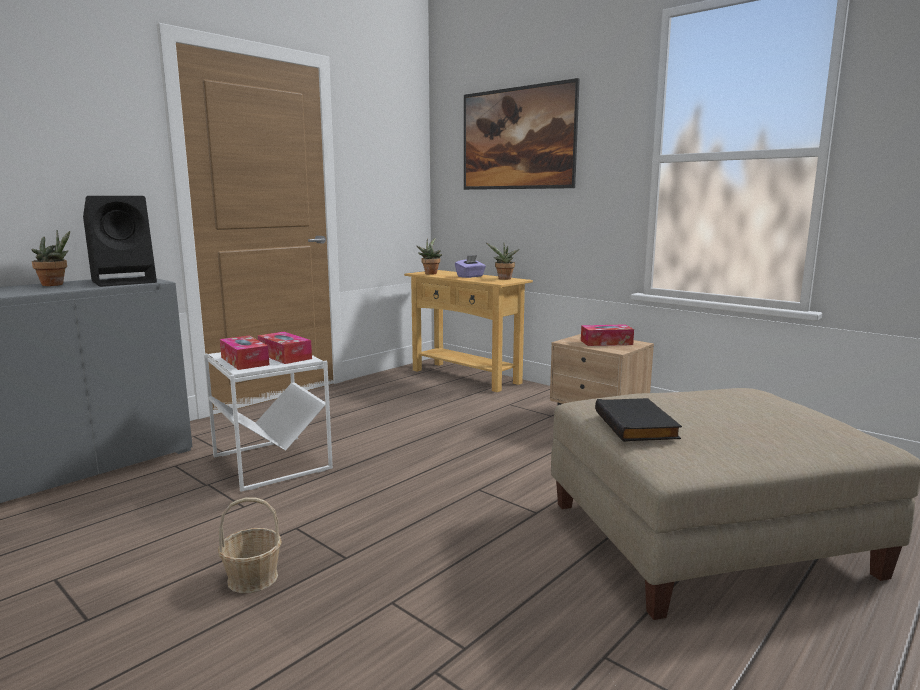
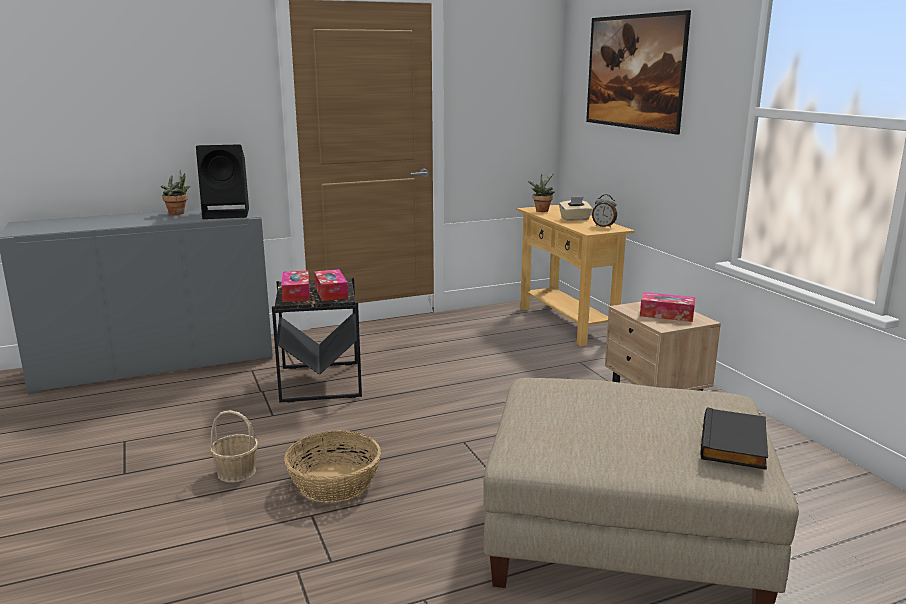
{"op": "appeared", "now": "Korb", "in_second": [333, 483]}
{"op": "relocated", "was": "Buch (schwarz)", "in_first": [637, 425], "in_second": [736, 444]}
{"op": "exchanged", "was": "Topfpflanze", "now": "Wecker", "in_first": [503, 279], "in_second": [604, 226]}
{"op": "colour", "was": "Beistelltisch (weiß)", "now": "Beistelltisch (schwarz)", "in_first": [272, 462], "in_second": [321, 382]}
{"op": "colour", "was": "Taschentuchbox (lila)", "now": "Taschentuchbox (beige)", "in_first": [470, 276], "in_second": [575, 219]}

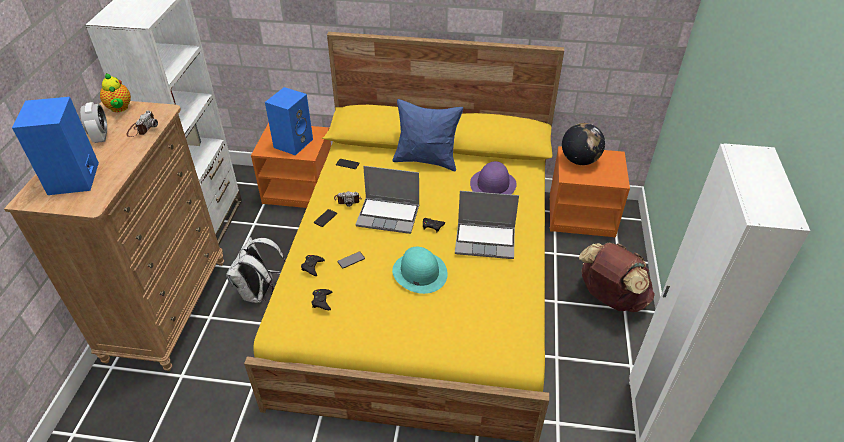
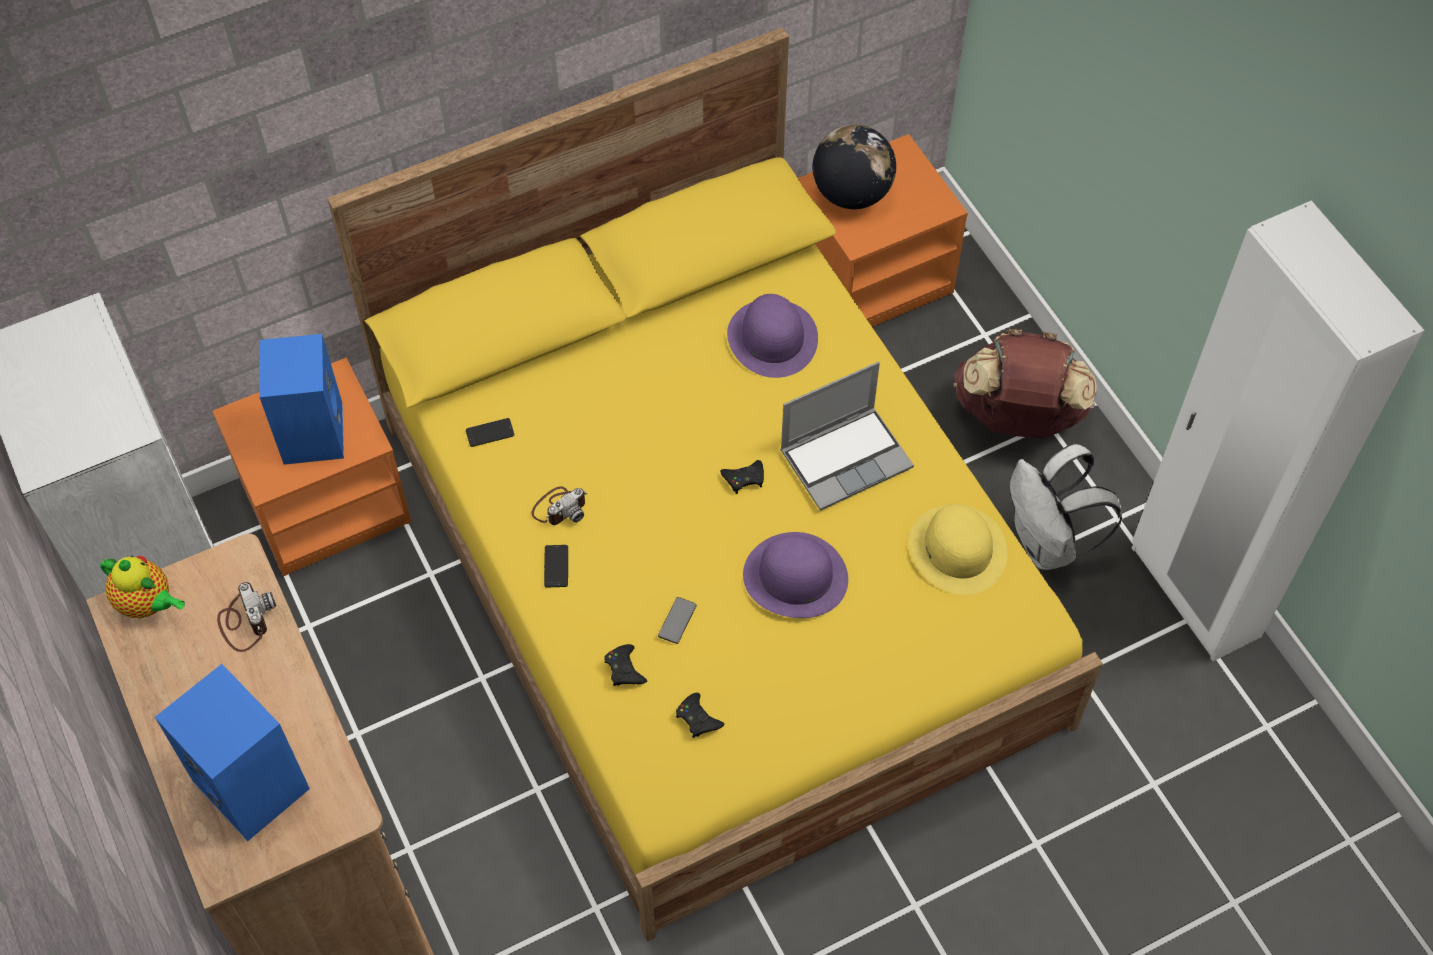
{"op": "missing", "was": "Wecker", "in_first": [101, 136]}
{"op": "missing", "was": "Laptop", "in_first": [389, 216]}
{"op": "missing", "was": "Kissen (blau)", "in_first": [426, 160]}
{"op": "appeared", "now": "Hut (gelb)", "in_second": [958, 549]}
{"op": "relocated", "was": "Rucksack (weiß)", "in_first": [259, 293], "in_second": [1048, 544]}
{"op": "colour", "was": "Hut (türkis)", "now": "Hut (lila)", "in_first": [419, 272], "in_second": [795, 577]}

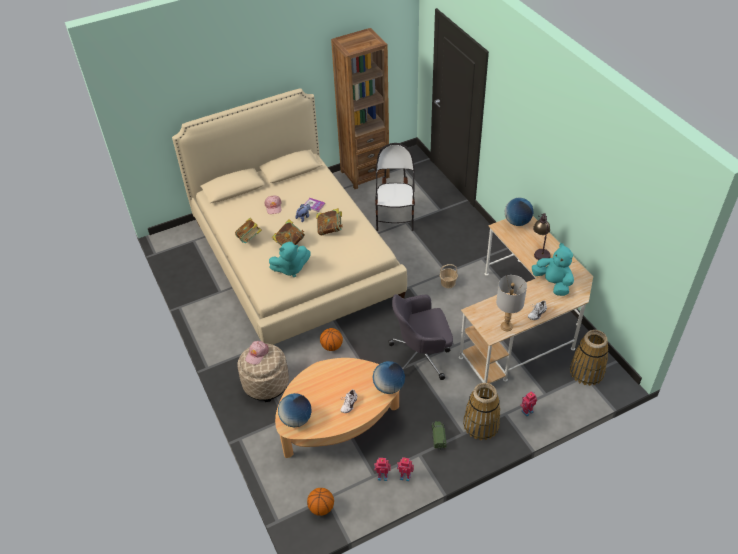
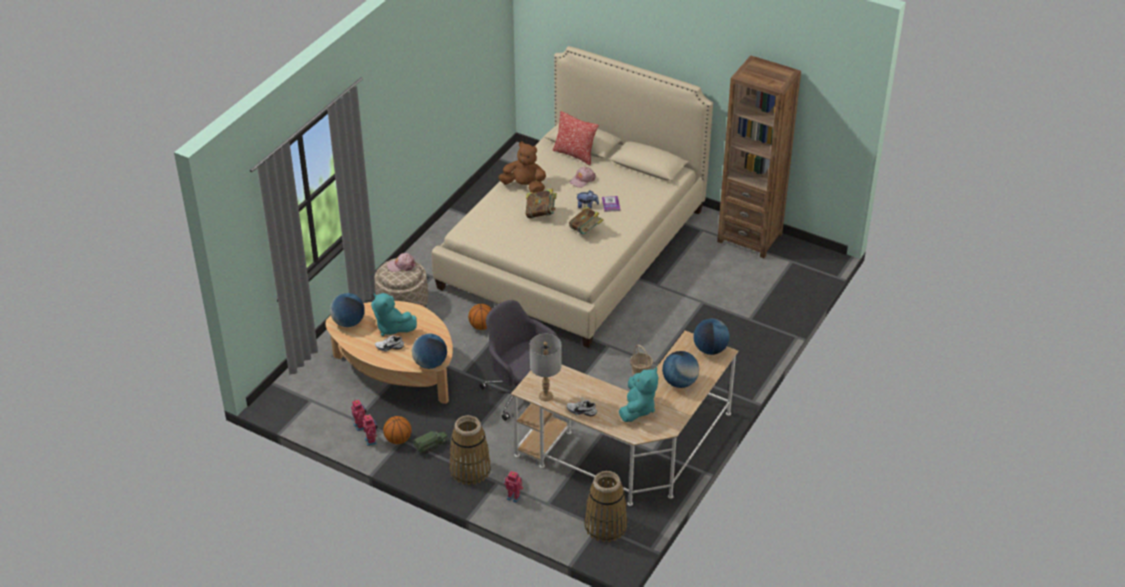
{"op": "missing", "was": "Stuhl", "in_first": [395, 218]}
{"op": "appeared", "now": "Kissen", "in_second": [574, 154]}
{"op": "relocated", "was": "Plüschtier (türkis)", "in_first": [291, 269], "in_second": [392, 328]}
{"op": "relocated", "was": "Basketball", "in_first": [321, 508], "in_second": [398, 439]}
{"op": "exchanged", "was": "Buch", "now": "Plüschtier (braun)", "in_first": [249, 239], "in_second": [524, 186]}
{"op": "exchanged", "was": "Tischlampe", "now": "Globus", "in_first": [540, 251], "in_second": [679, 382]}

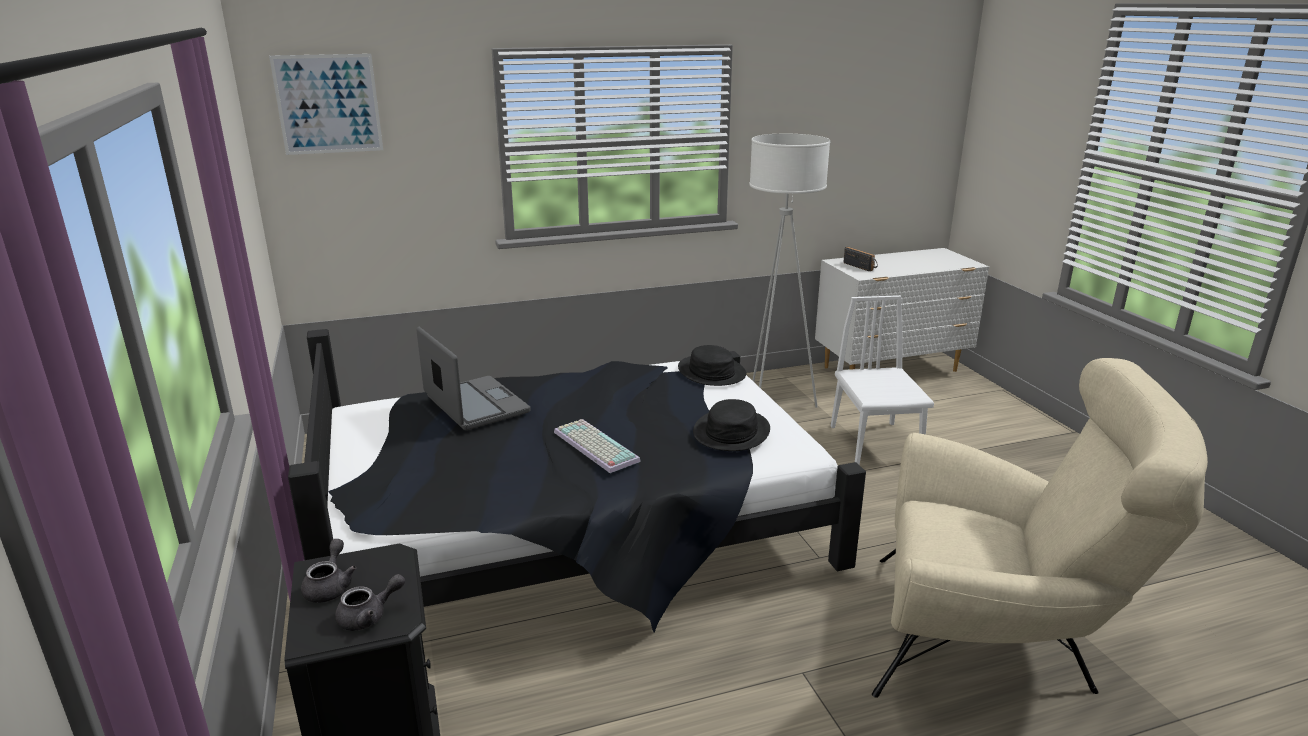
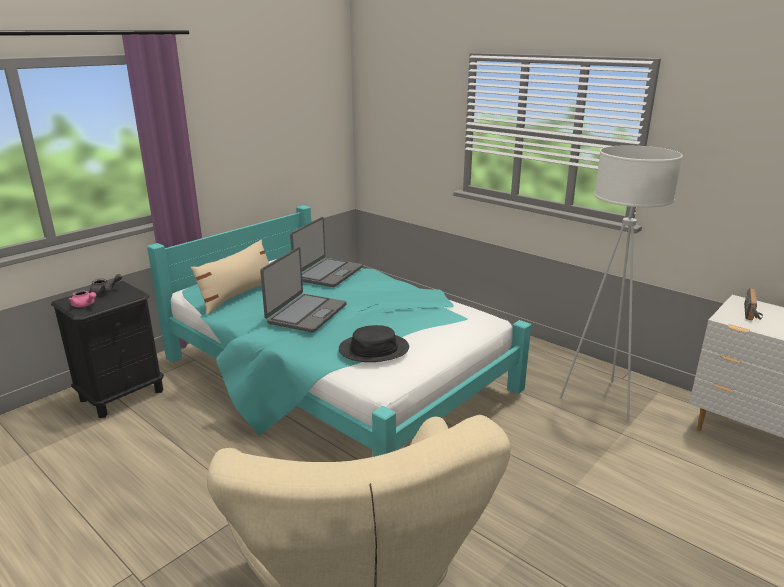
{"op": "missing", "was": "Bild", "in_first": [328, 104]}
{"op": "missing", "was": "Hut (schwarz)", "in_first": [711, 372]}
{"op": "missing", "was": "Stuhl (weiß)", "in_first": [875, 443]}
{"op": "appeared", "now": "Kissen (beige)", "in_second": [238, 295]}
{"op": "exchanged", "was": "Tastatur", "now": "Laptop", "in_first": [593, 446], "in_second": [306, 313]}
{"op": "colour", "was": "Bett (schwarz)", "now": "Bett (türkis)", "in_first": [578, 534], "in_second": [336, 378]}
{"op": "colour", "was": "Teekanne (grau)", "now": "Teekanne (rosa)", "in_first": [369, 616], "in_second": [85, 305]}

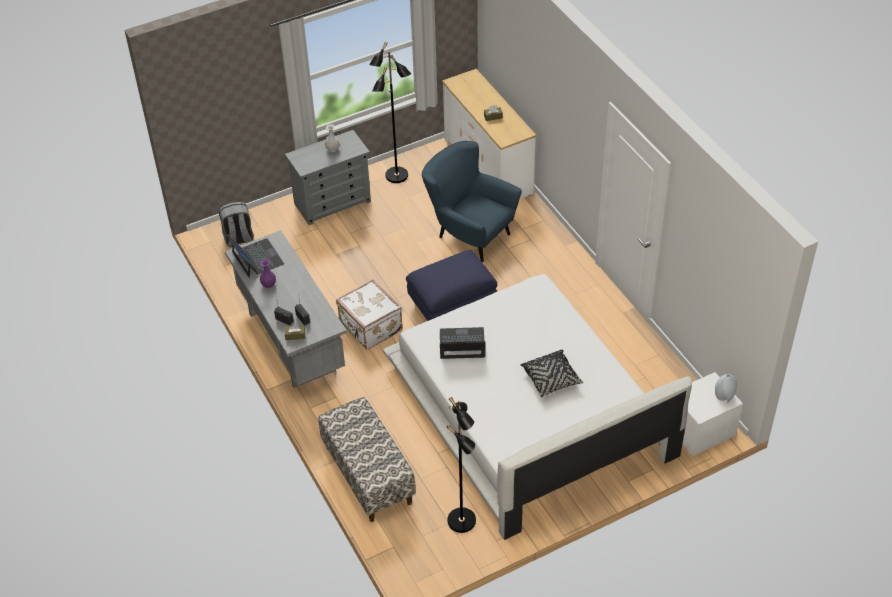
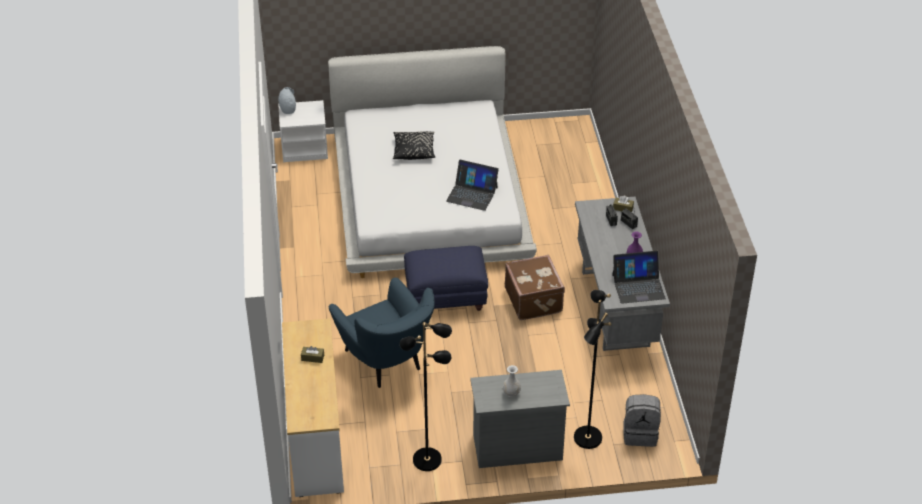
{"op": "missing", "was": "Bank", "in_first": [368, 475]}
{"op": "relocated", "was": "Stehlampe (schwarz)", "in_first": [462, 520], "in_second": [586, 437]}
{"op": "colour", "was": "Koffer (weiß)", "now": "Koffer (braun)", "in_first": [370, 327], "in_second": [534, 300]}
{"op": "spun", "was": "Laptop", "in_first": [257, 258], "in_second": [638, 286], "clockwise": -90}

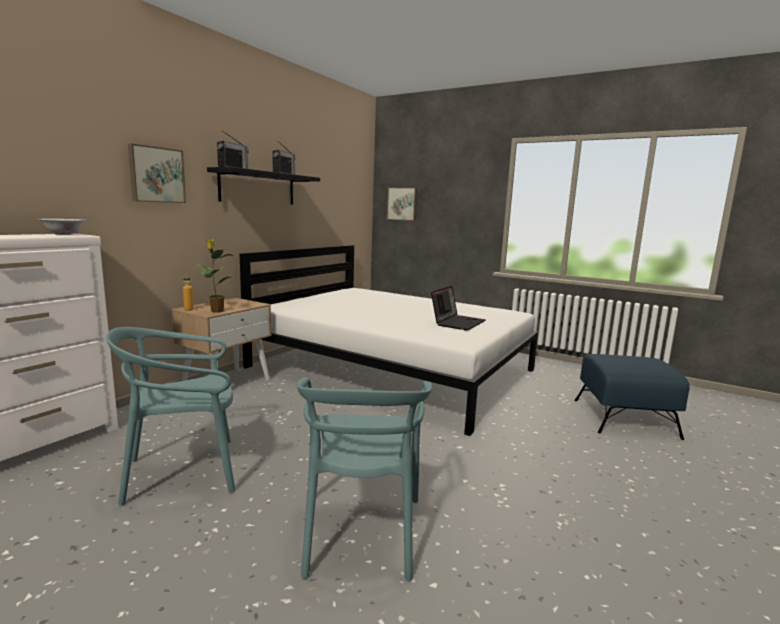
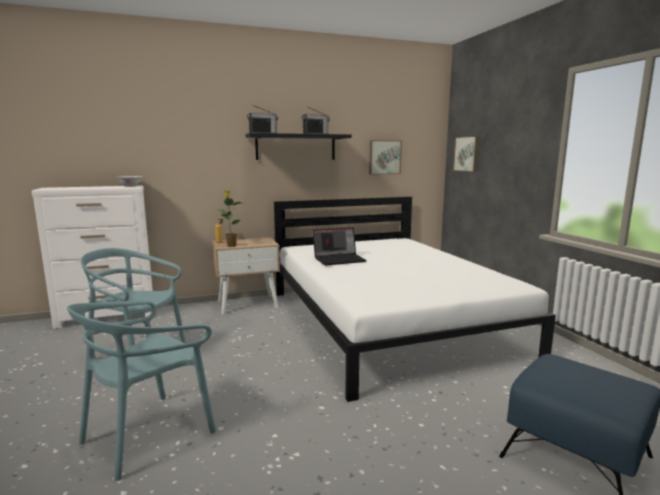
{"op": "relocated", "was": "Bild", "in_first": [156, 175], "in_second": [384, 157]}
{"op": "relocated", "was": "Laptop", "in_first": [457, 322], "in_second": [339, 259]}

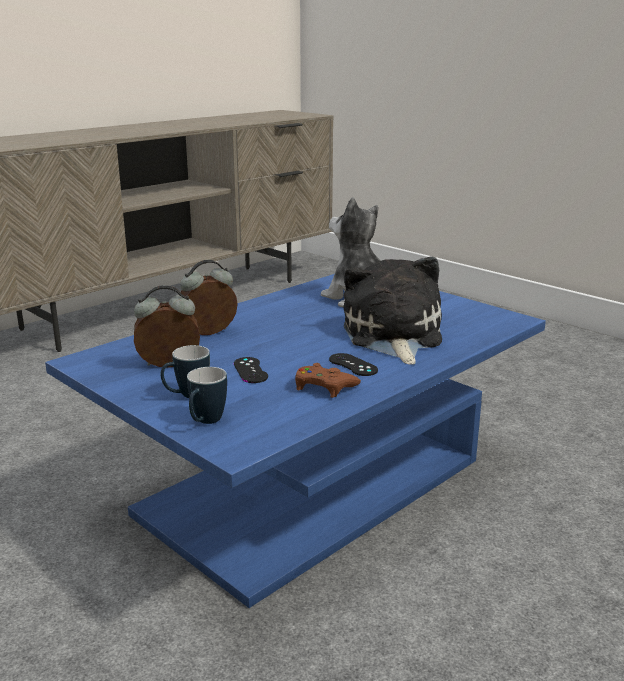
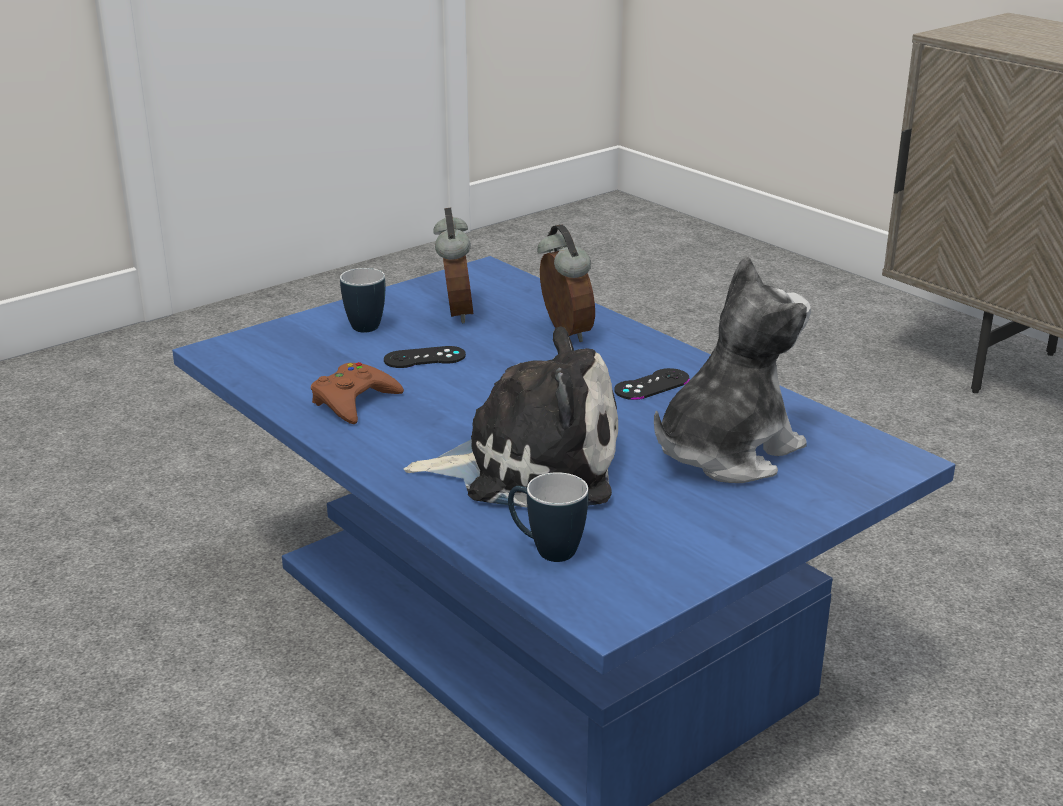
{"op": "relocated", "was": "Henkelbecher", "in_first": [205, 422], "in_second": [546, 550]}
{"op": "relocated", "was": "Gamepad (schwarz)", "in_first": [353, 365], "in_second": [652, 385]}

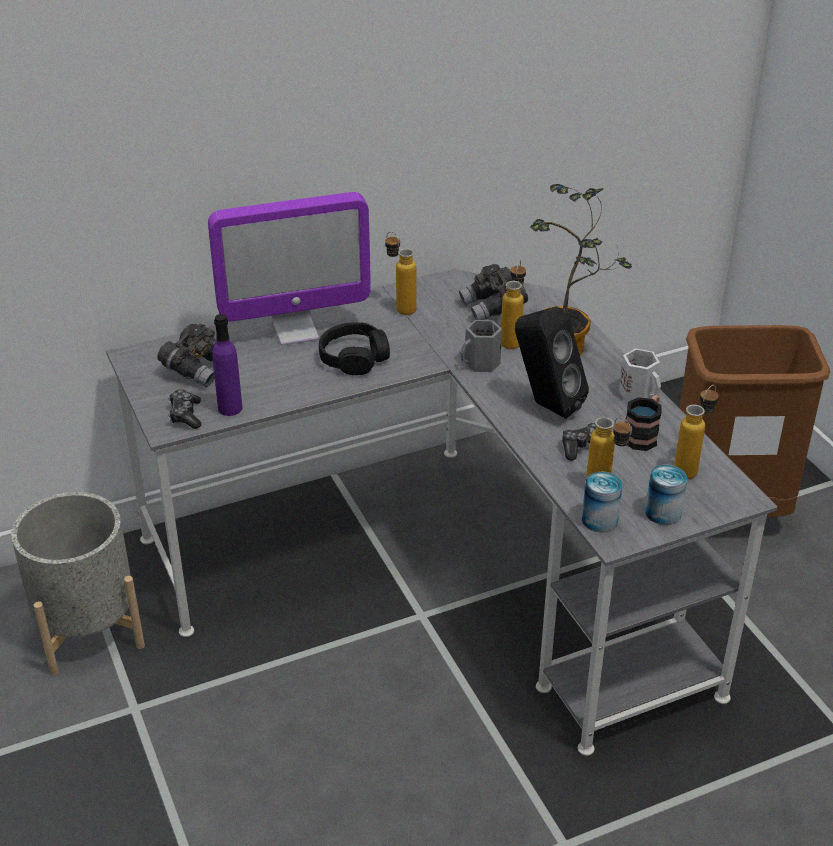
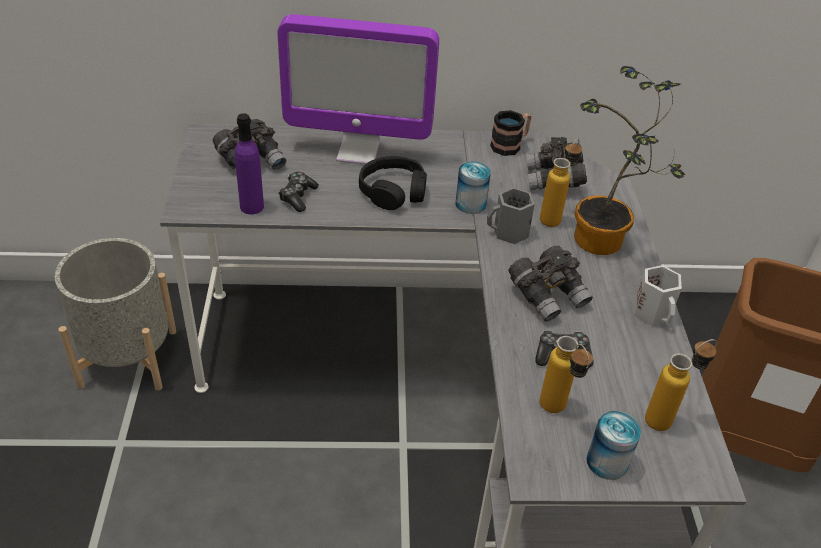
{"op": "missing", "was": "Flasche", "in_first": [400, 307]}
{"op": "relocated", "was": "Gamepad", "in_first": [185, 415], "in_second": [298, 197]}
{"op": "relocated", "was": "Dose", "in_first": [599, 520], "in_second": [470, 204]}
{"op": "relocated", "was": "Henkelbecher", "in_first": [643, 435], "in_second": [510, 145]}
{"op": "exchanged", "was": "Lautsprecher (schwarz)", "now": "Fernglas (grau)", "in_first": [545, 405], "in_second": [548, 295]}

